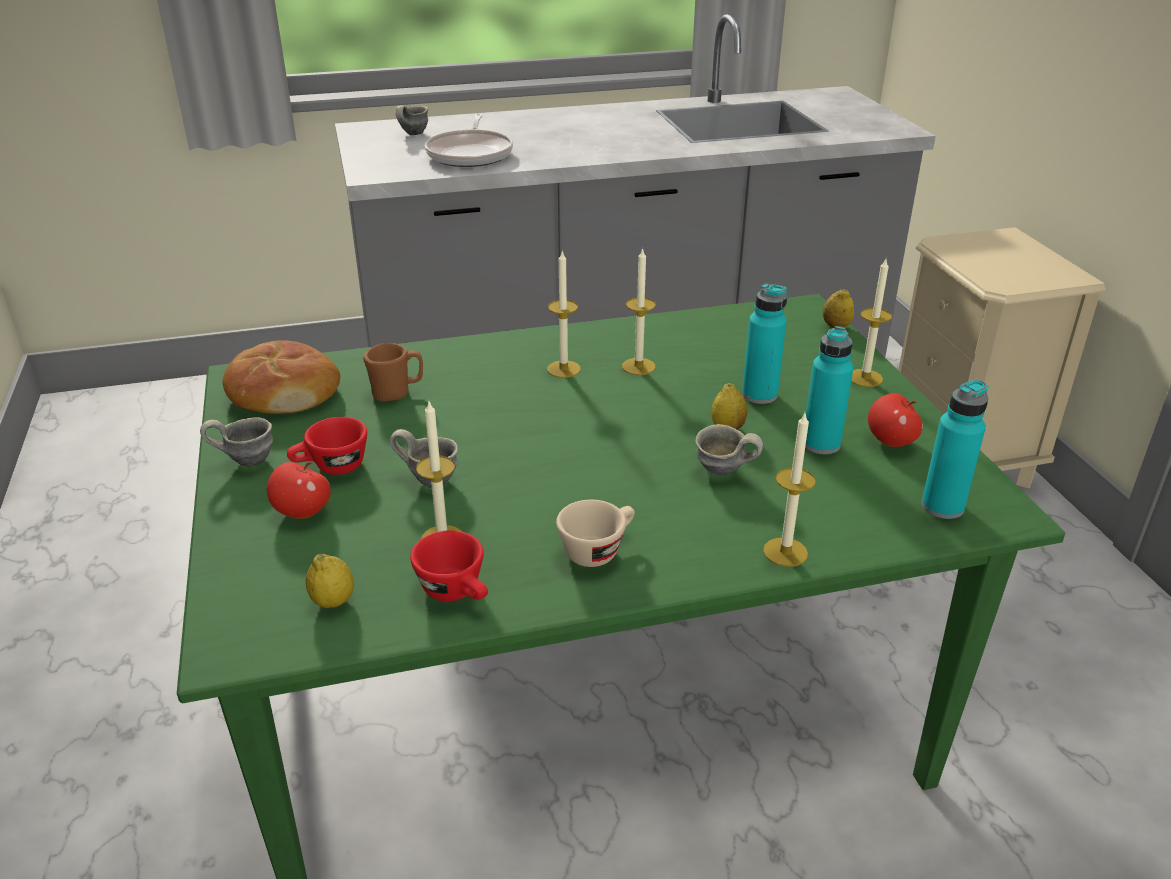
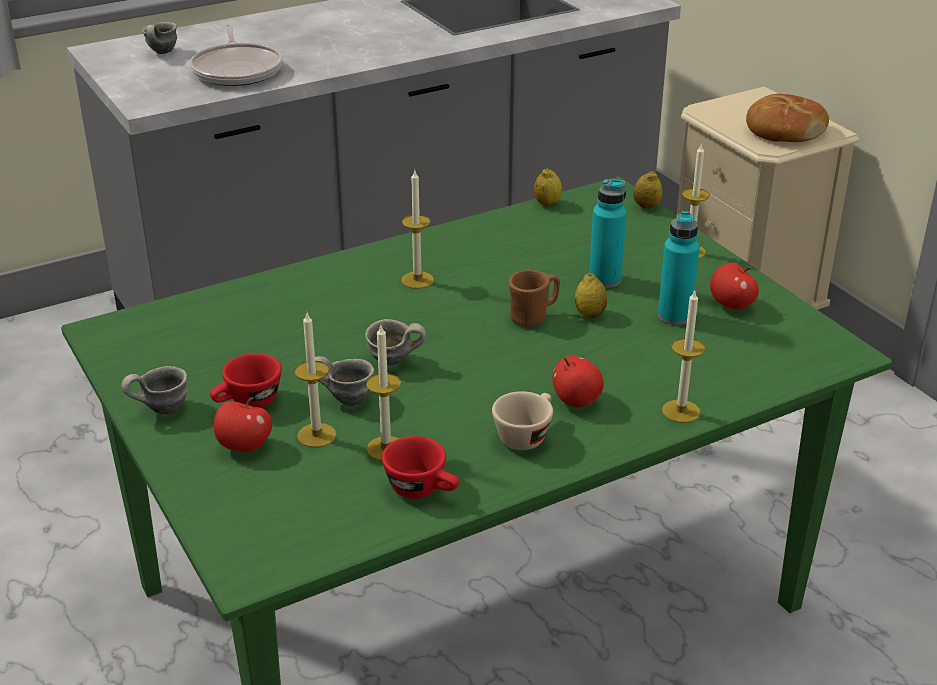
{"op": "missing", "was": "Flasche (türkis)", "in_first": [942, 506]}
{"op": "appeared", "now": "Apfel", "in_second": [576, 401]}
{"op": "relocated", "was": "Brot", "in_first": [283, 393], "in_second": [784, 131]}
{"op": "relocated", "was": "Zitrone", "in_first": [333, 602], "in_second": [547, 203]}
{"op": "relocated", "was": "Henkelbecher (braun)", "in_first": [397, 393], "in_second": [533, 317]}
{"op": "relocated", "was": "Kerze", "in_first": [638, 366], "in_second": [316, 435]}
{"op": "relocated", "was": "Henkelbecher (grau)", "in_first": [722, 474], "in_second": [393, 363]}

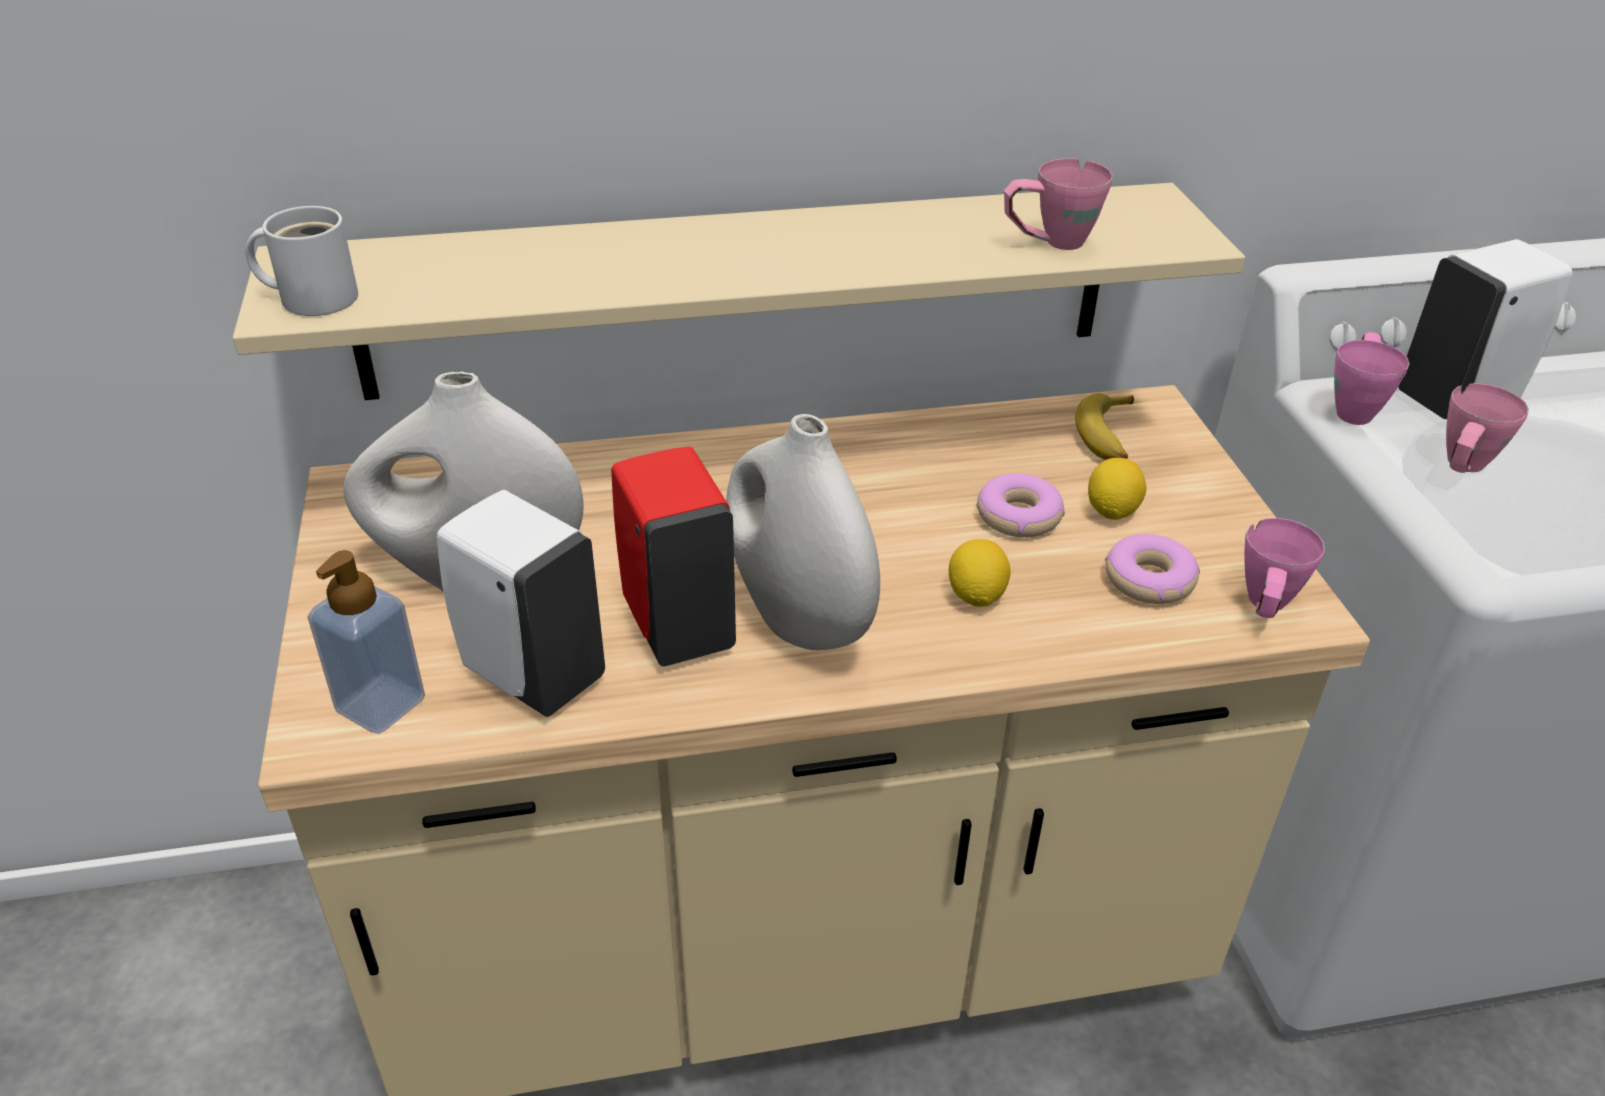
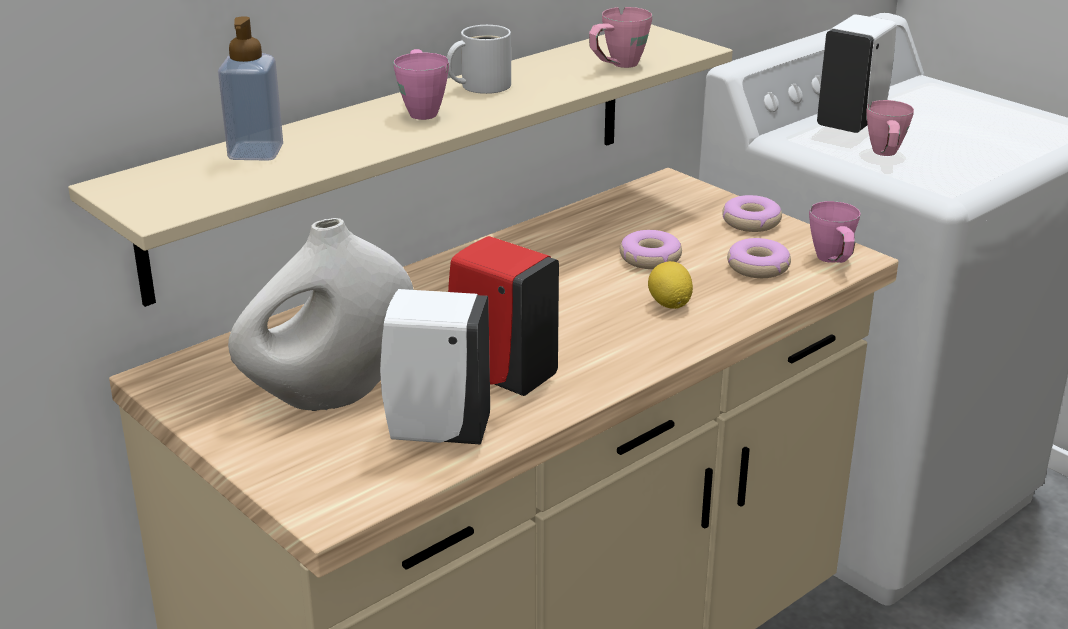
{"op": "missing", "was": "Vase (weiß)", "in_first": [797, 617]}
{"op": "missing", "was": "Banane", "in_first": [1109, 437]}
{"op": "missing", "was": "Zitrone", "in_first": [1112, 511]}
{"op": "appeared", "now": "Donut", "in_second": [751, 222]}
{"op": "relocated", "was": "Henkelbecher (weiß)", "in_first": [313, 297], "in_second": [481, 85]}
{"op": "relocated", "was": "Seifenspender", "in_first": [380, 705], "in_second": [256, 152]}
{"op": "relocated", "was": "Henkelbecher (rosa)", "in_first": [1354, 407], "in_second": [421, 110]}

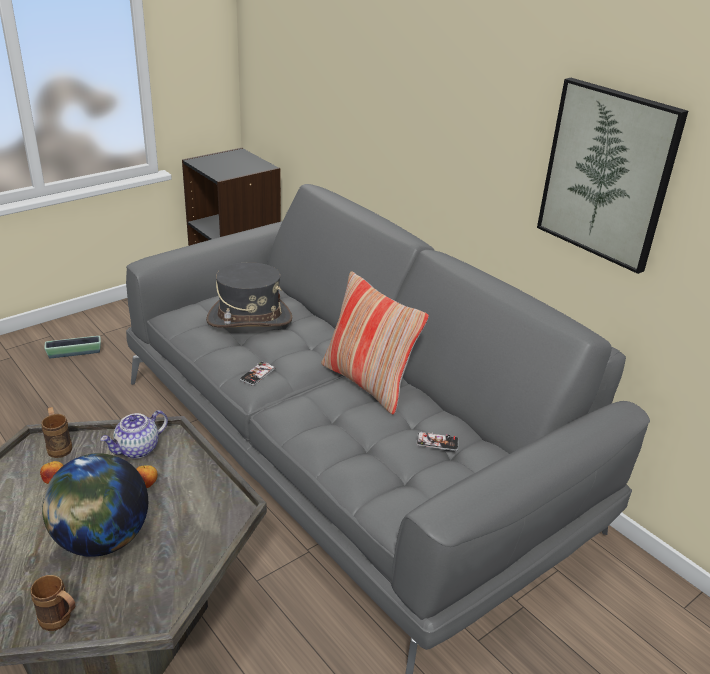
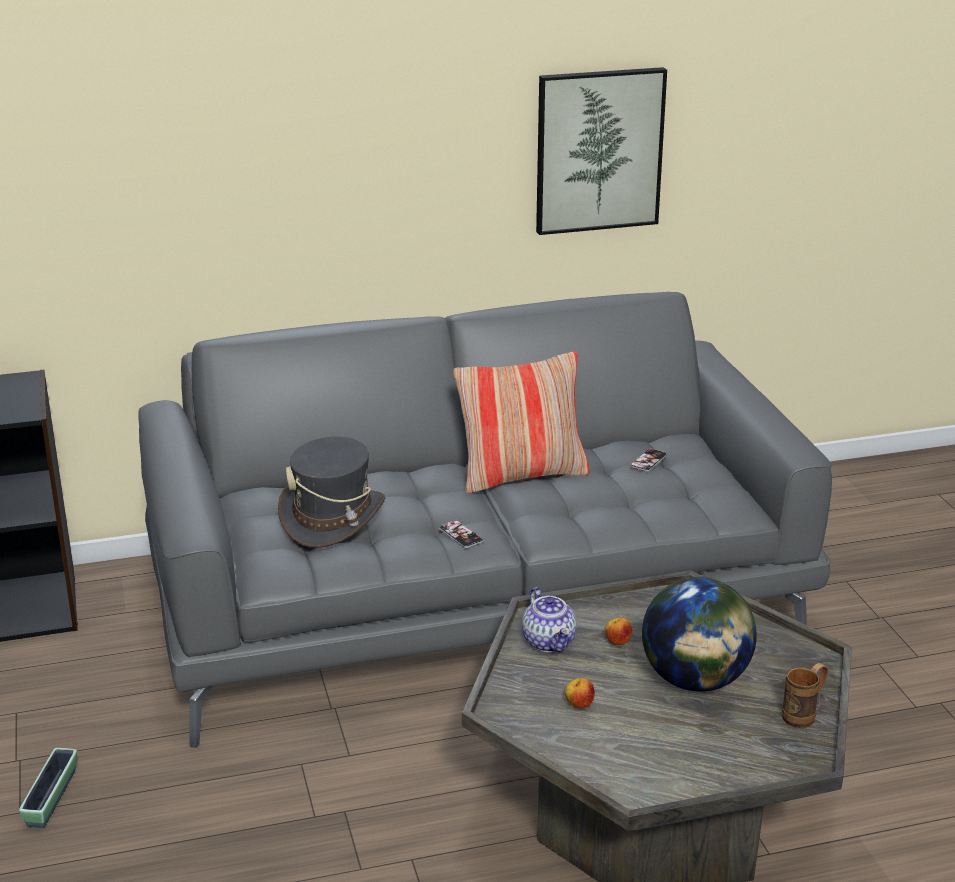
{"op": "missing", "was": "Henkelbecher (braun)", "in_first": [59, 446]}

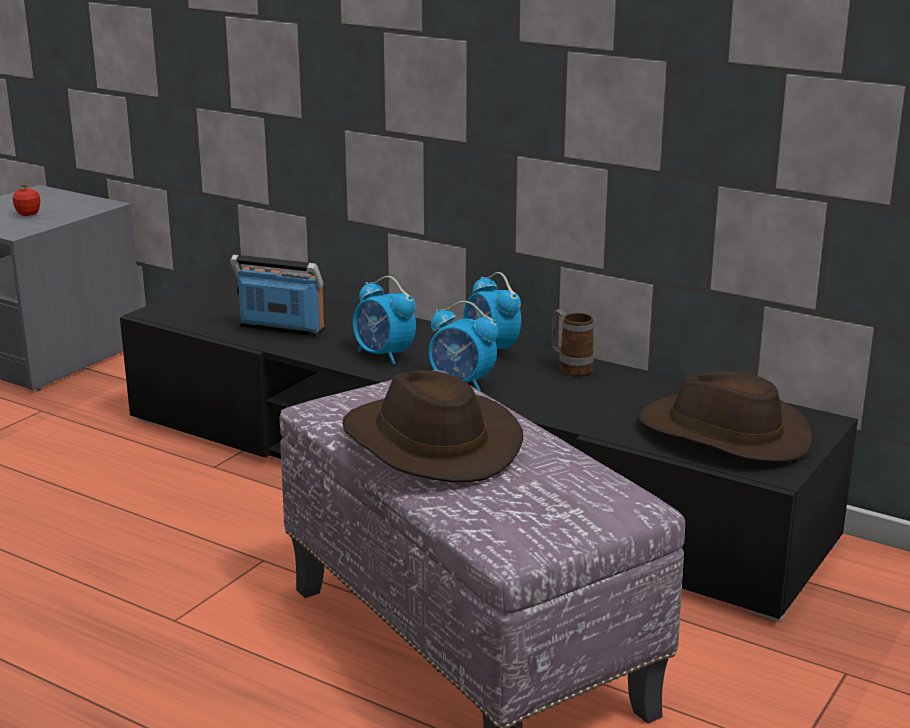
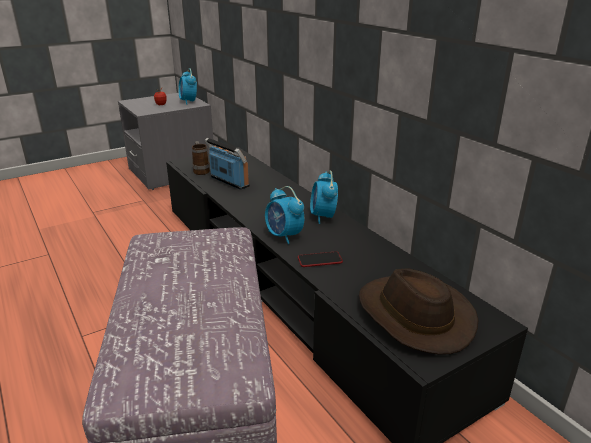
{"op": "missing", "was": "Hut (braun)", "in_first": [428, 444]}
{"op": "appeared", "now": "Handy", "in_second": [320, 260]}
{"op": "relocated", "was": "Wecker", "in_first": [384, 355], "in_second": [188, 102]}
{"op": "relocated", "was": "Henkelbecher", "in_first": [570, 368], "in_second": [201, 170]}

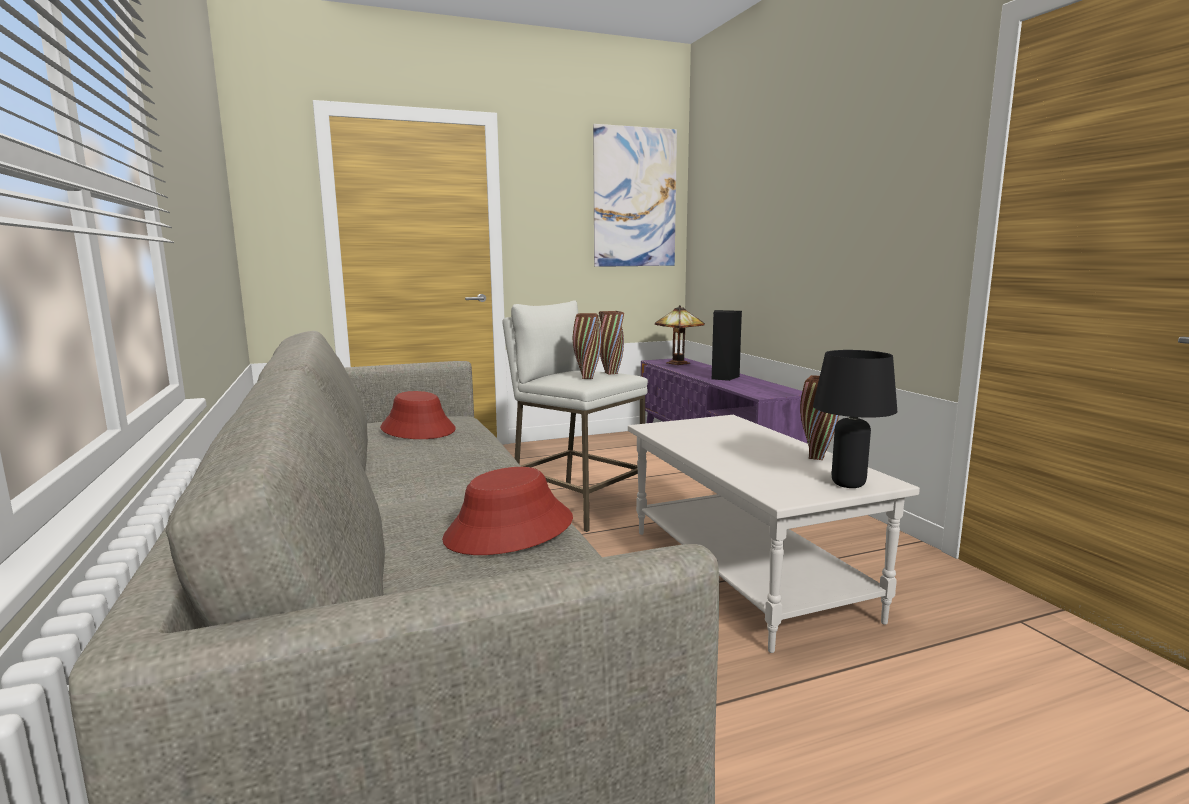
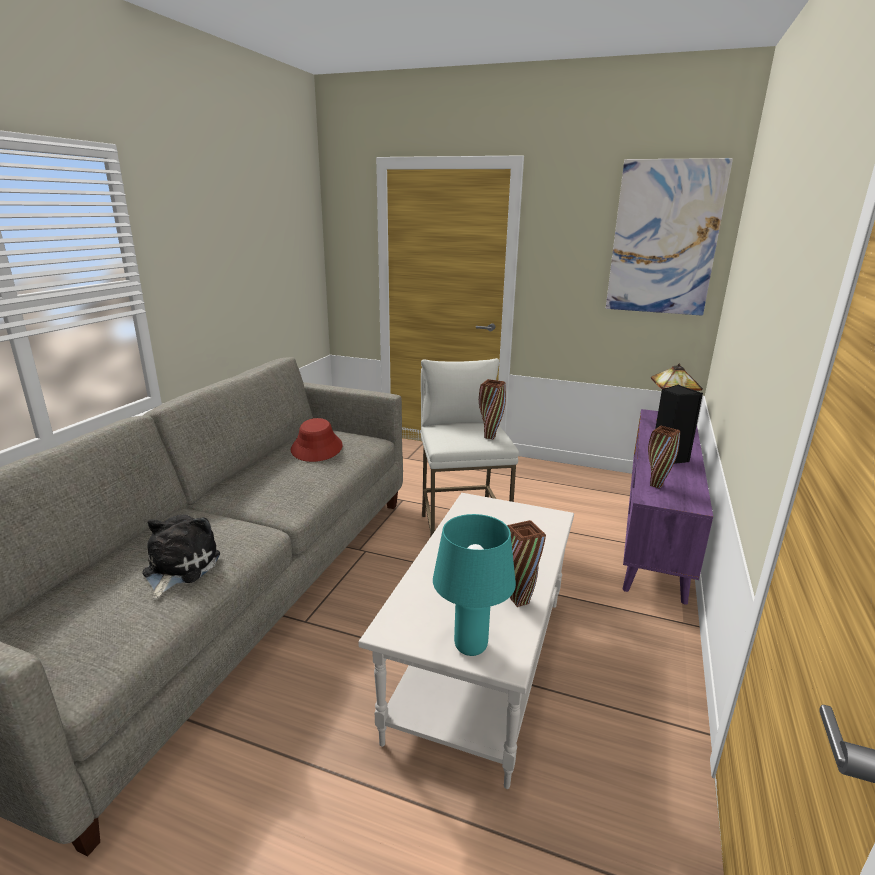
{"op": "relocated", "was": "Vase (braun)", "in_first": [587, 378], "in_second": [656, 485]}
{"op": "exchanged", "was": "Hut (rot)", "now": "Plüschtier", "in_first": [510, 530], "in_second": [178, 568]}
{"op": "colour", "was": "Tischlampe (schwarz)", "now": "Tischlampe (türkis)", "in_first": [847, 484], "in_second": [471, 646]}

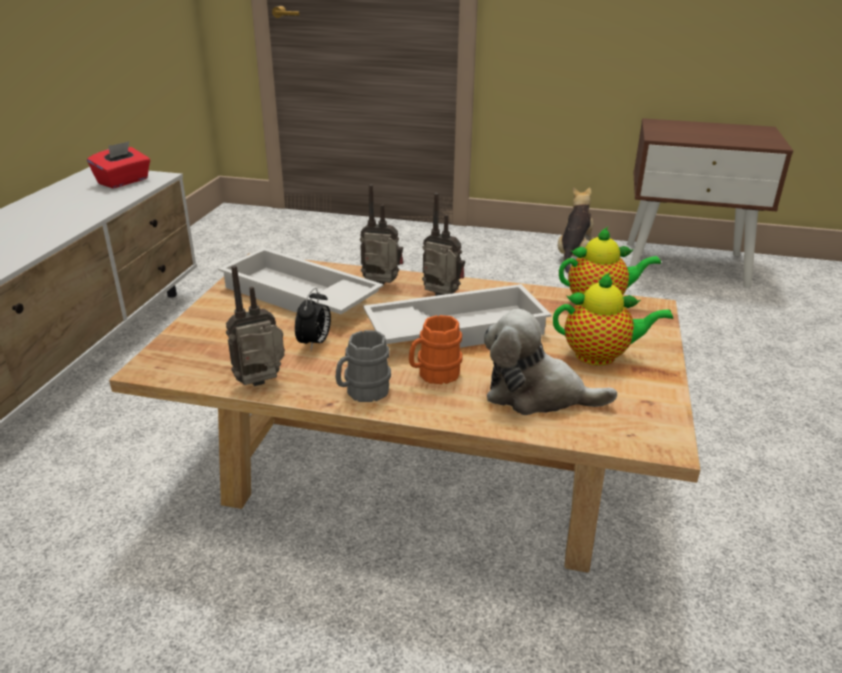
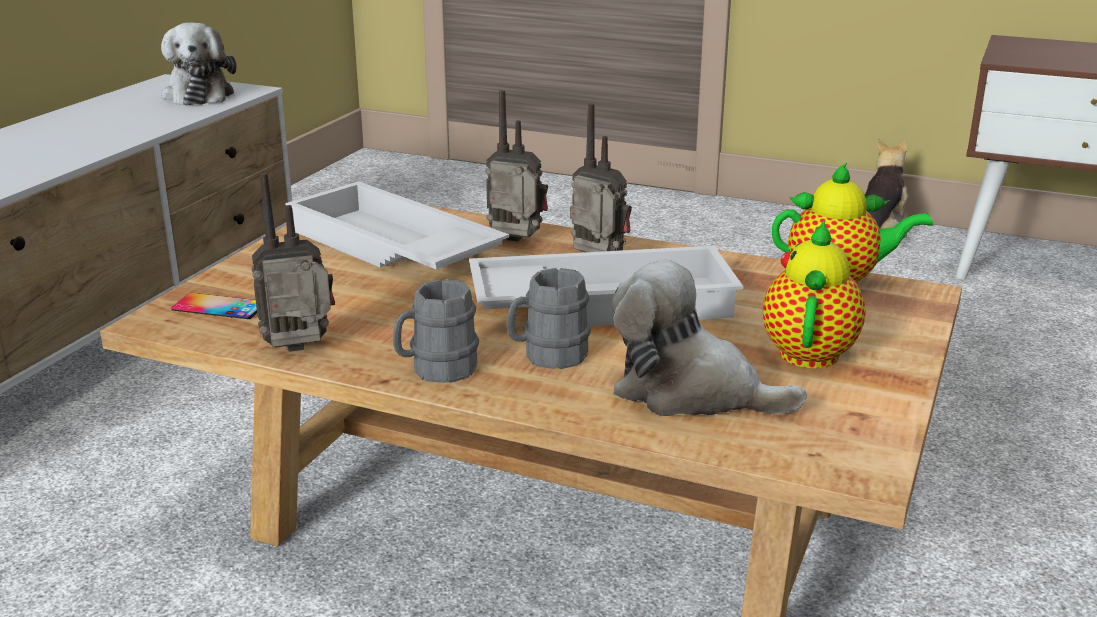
{"op": "missing", "was": "Wecker", "in_first": [315, 343]}
{"op": "appeared", "now": "Handy", "in_second": [219, 307]}
{"op": "exchanged", "was": "Taschentuchbox (rot)", "now": "Plüschtier", "in_first": [123, 182], "in_second": [199, 94]}
{"op": "colour", "was": "Henkelbecher (orange)", "now": "Henkelbecher (grau)", "in_first": [434, 374], "in_second": [548, 356]}
{"op": "spun", "was": "Teekanne", "in_first": [600, 356], "in_second": [809, 350], "clockwise": -90}

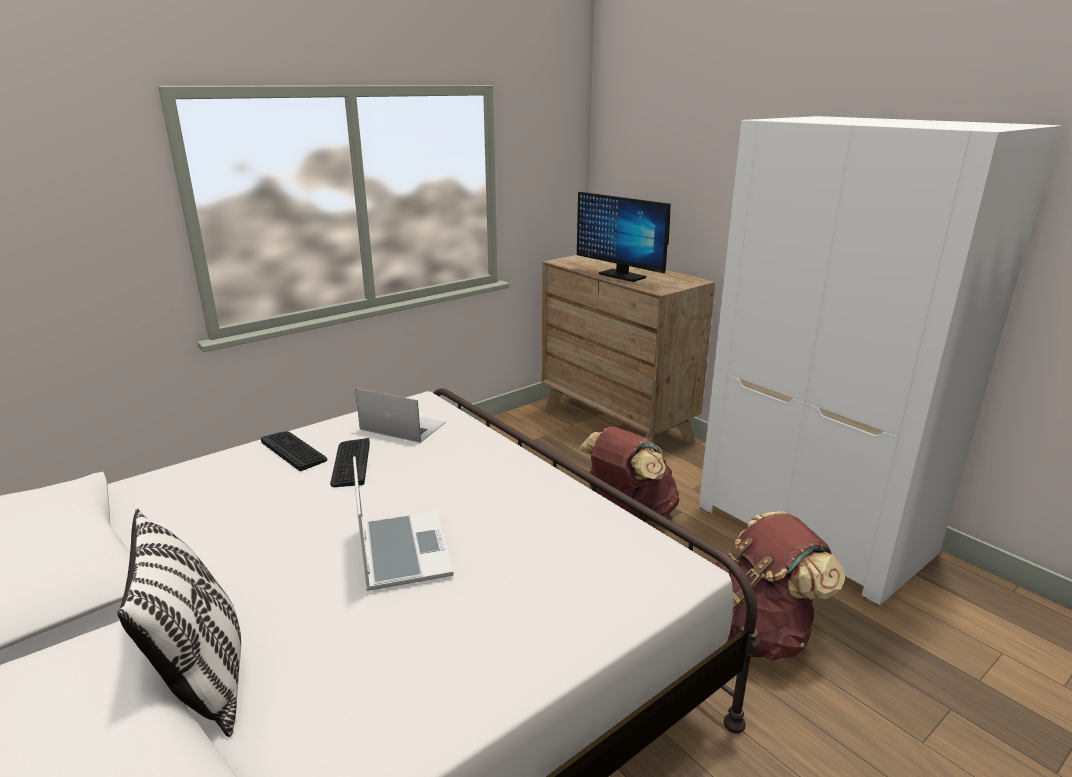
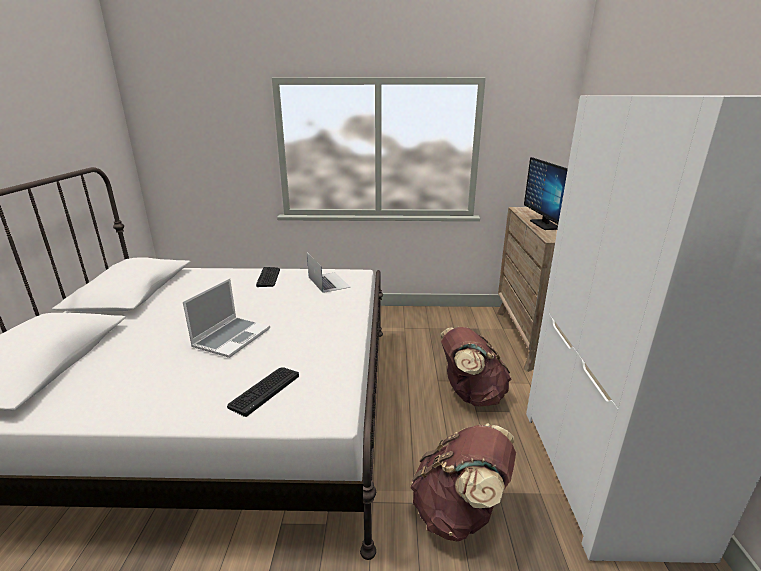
{"op": "missing", "was": "Kissen", "in_first": [204, 678]}
{"op": "relocated", "was": "Tastatur", "in_first": [351, 463], "in_second": [264, 390]}

